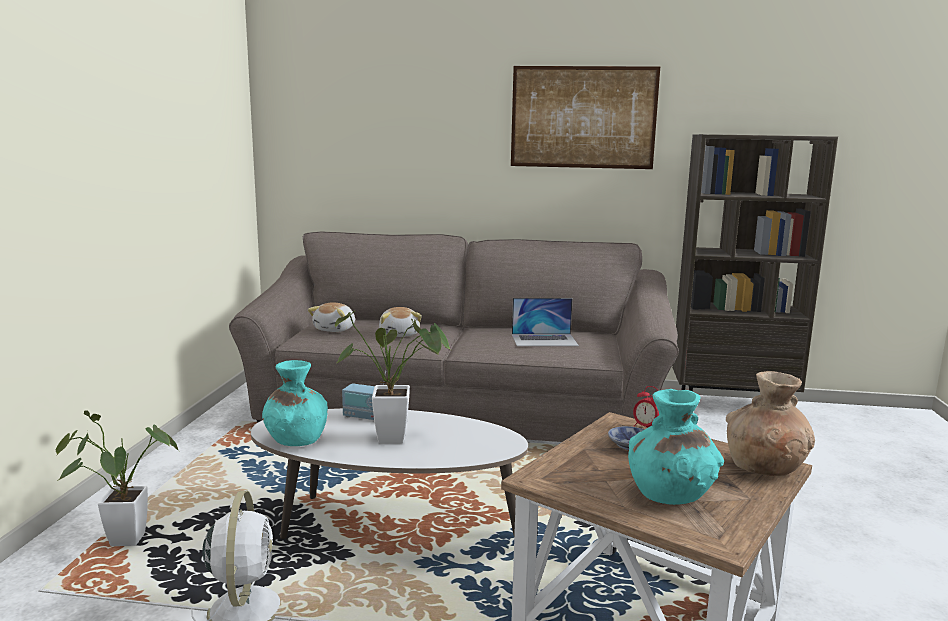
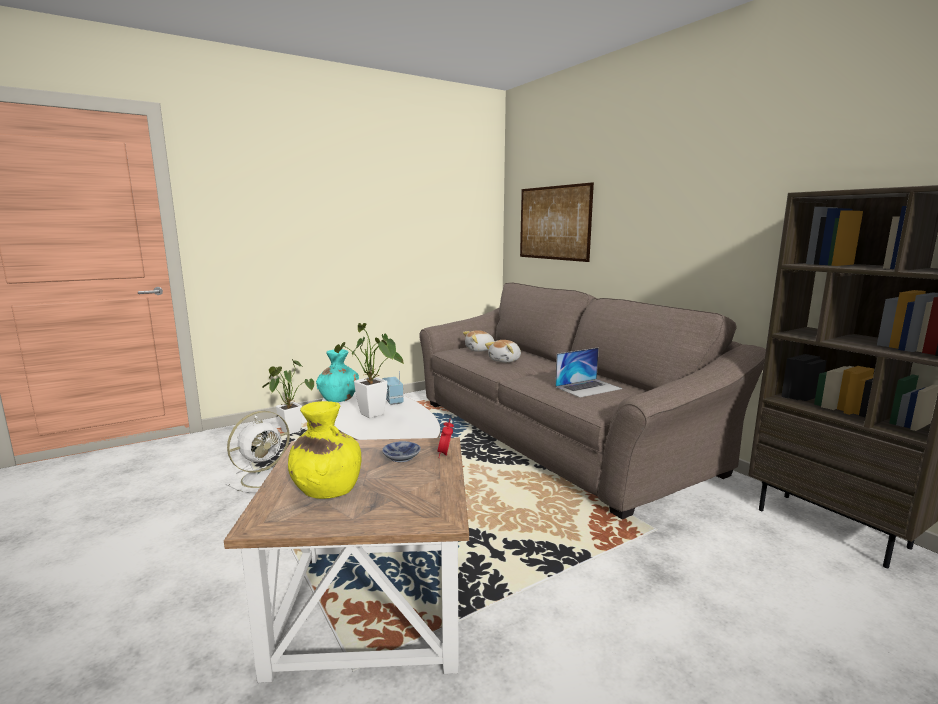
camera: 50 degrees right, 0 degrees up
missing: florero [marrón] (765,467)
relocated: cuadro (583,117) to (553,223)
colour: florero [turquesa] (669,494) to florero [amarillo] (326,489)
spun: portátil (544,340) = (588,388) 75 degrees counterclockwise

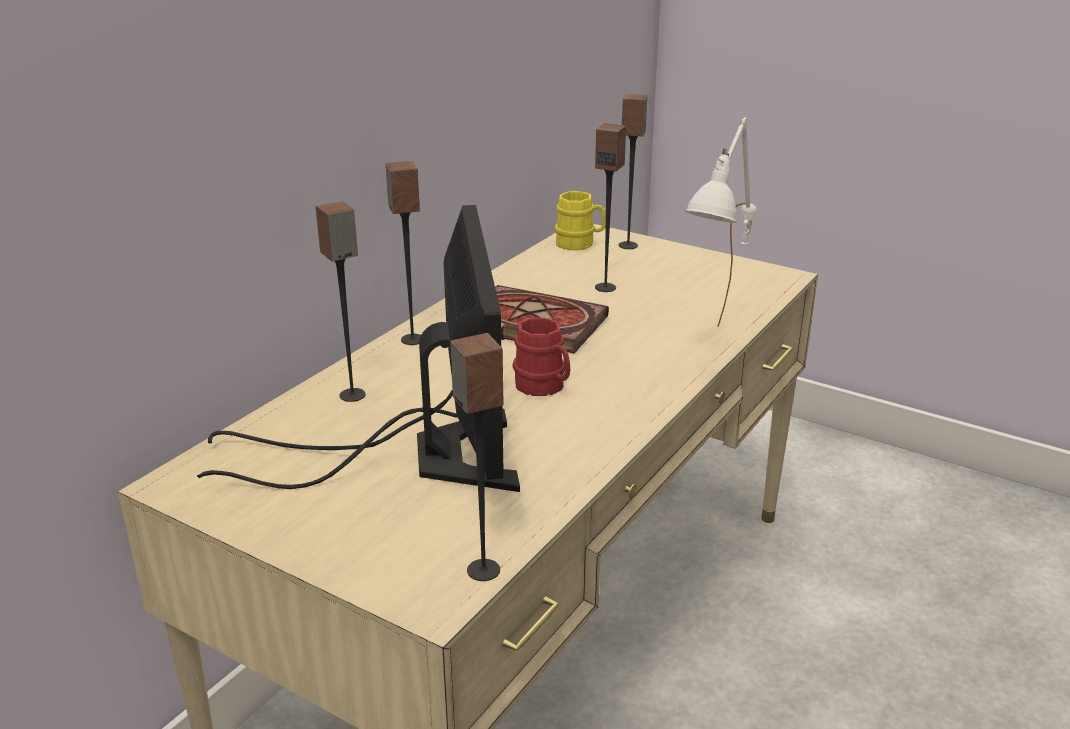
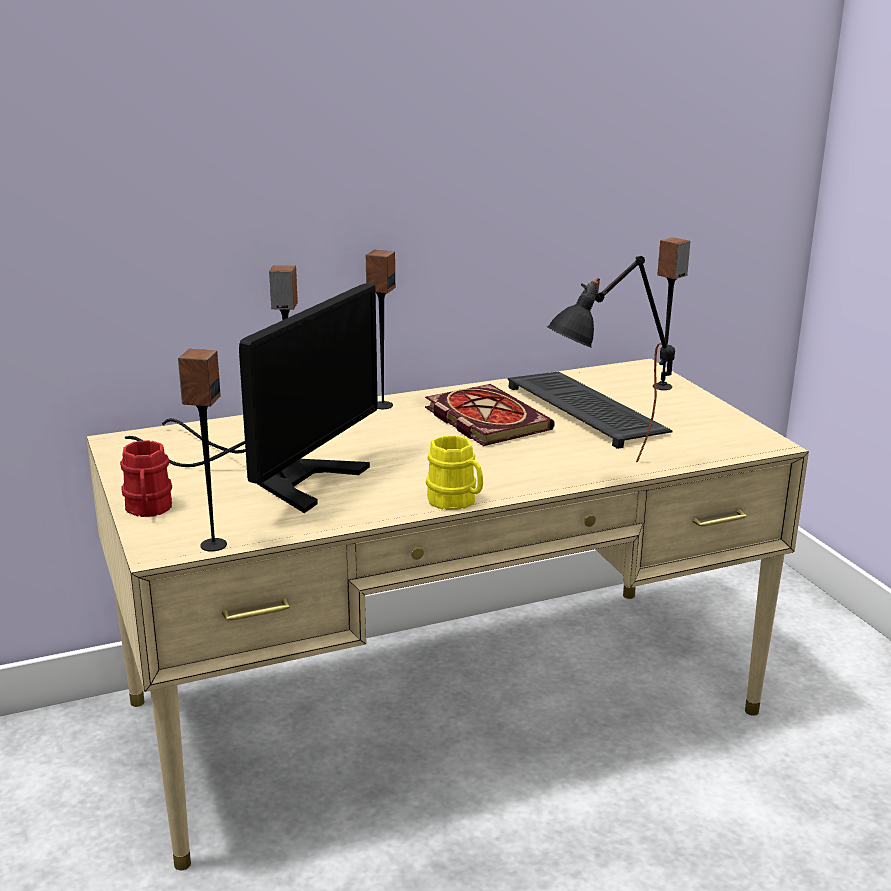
camera: 35 degrees right, 5 degrees down
relocated: taza grande [rojo] (544,387) to (148,509); taza grande [amarillo] (580,243) to (456,502)
exchanged: altavoz (605,287) to teclado (588,411)
colour: lámpara de mesa [blanco] (717,350) to lámpara de mesa [negro] (605,477)

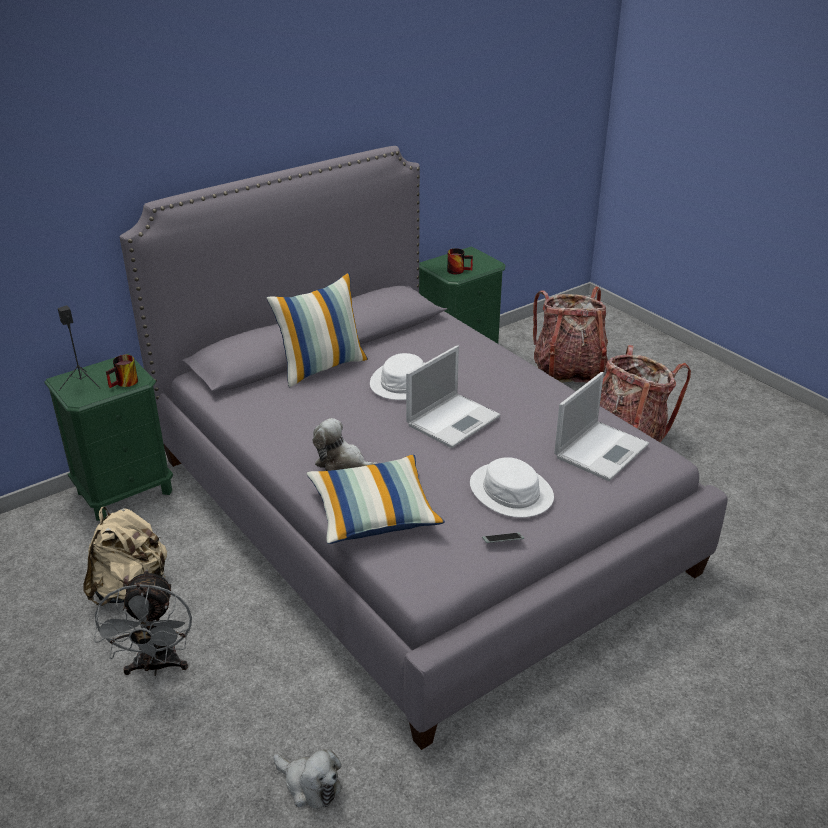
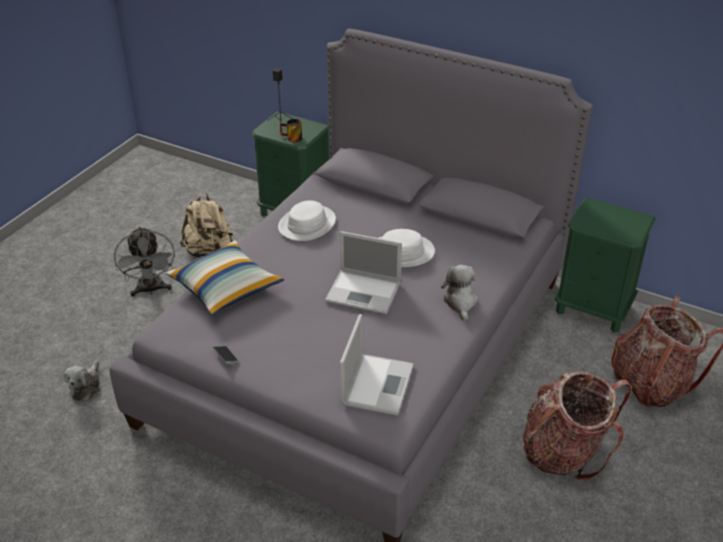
camera: 65 degrees right, 5 degrees up
missing: cojín (322,366); taza grande (458,270)
relocated: peluche (342,463) to (460,302); sombrero [blanco] (511,491) to (307,224)
spun: ventilador [gris] (156,666) = (151,290) 75 degrees counterclockwise; portátil (602,450) = (377,383) 90 degrees counterclockwise

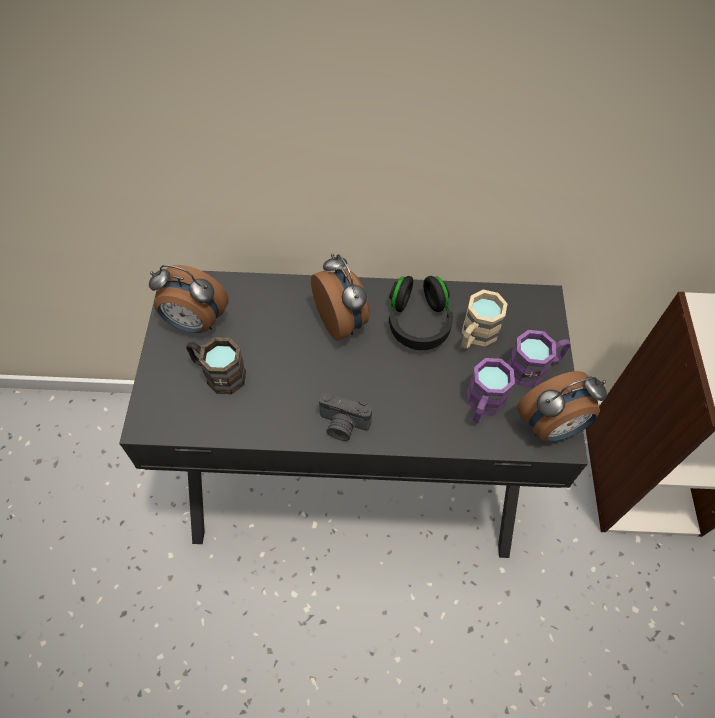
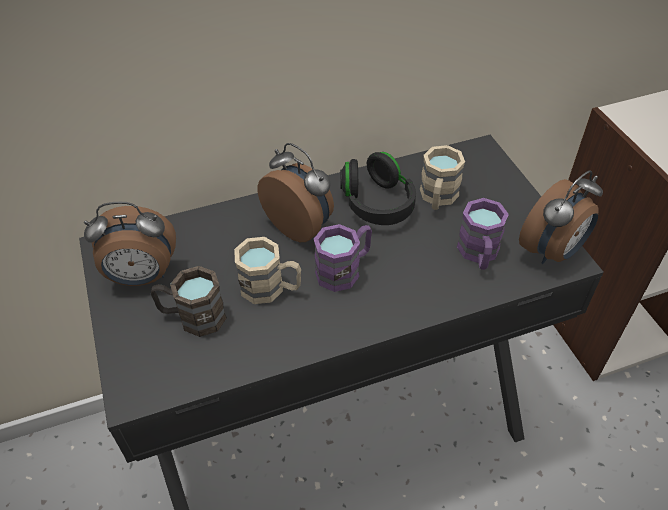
camera: 20 degrees left, 10 degrees down
missing: cámara (343,425)
appeared: taza grande [beis] (271,288)
relocated: taza grande [morado] (534,368) to (345,269)

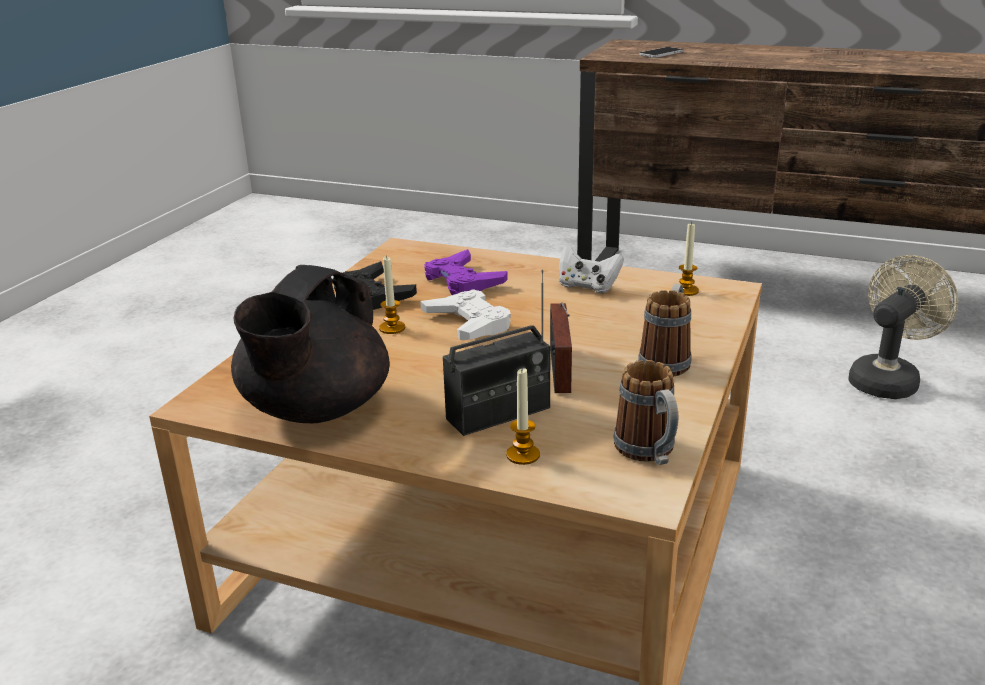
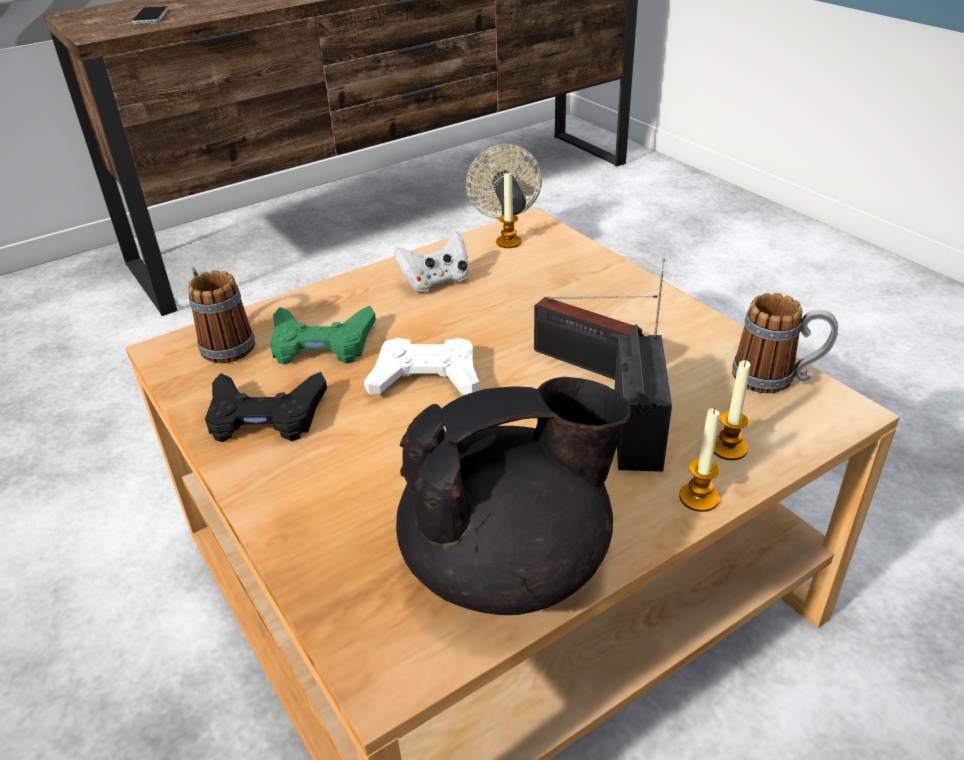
camera: 55 degrees left, 10 degrees up
relocated: vela (392,328) to (698,498); taza grande (667,360) to (223,342)
colour: mando de consola [morado] (462,281) to mando de consola [verde] (321,343)
spun: tetera [negro] (315,410) = (509,563) 75 degrees counterclockwise

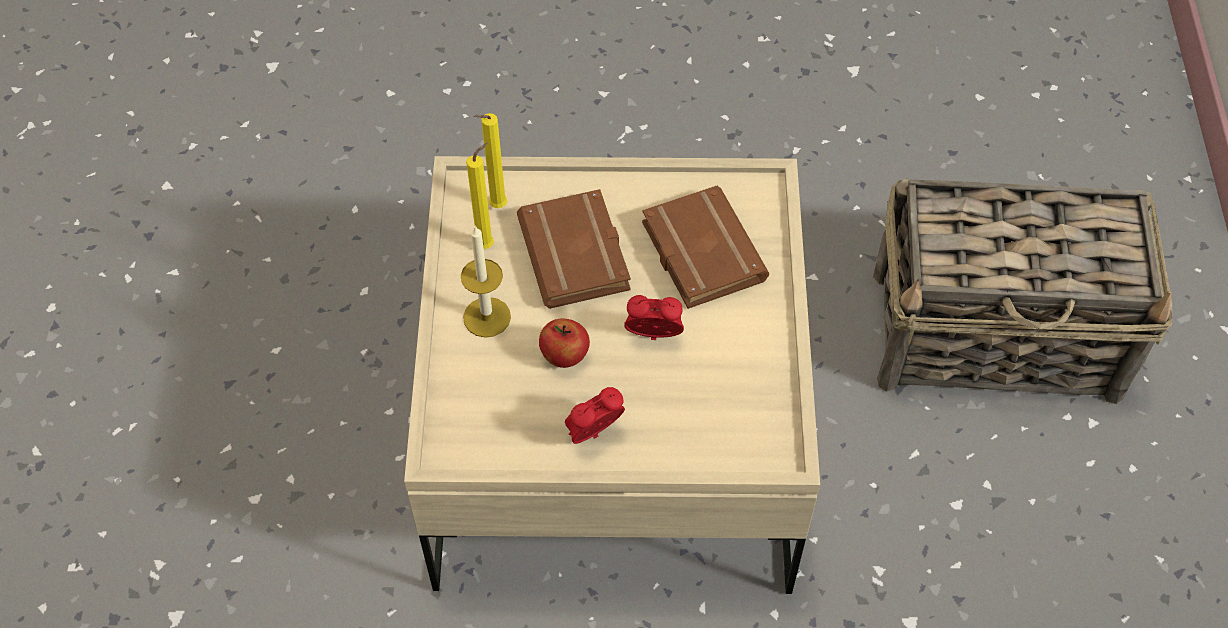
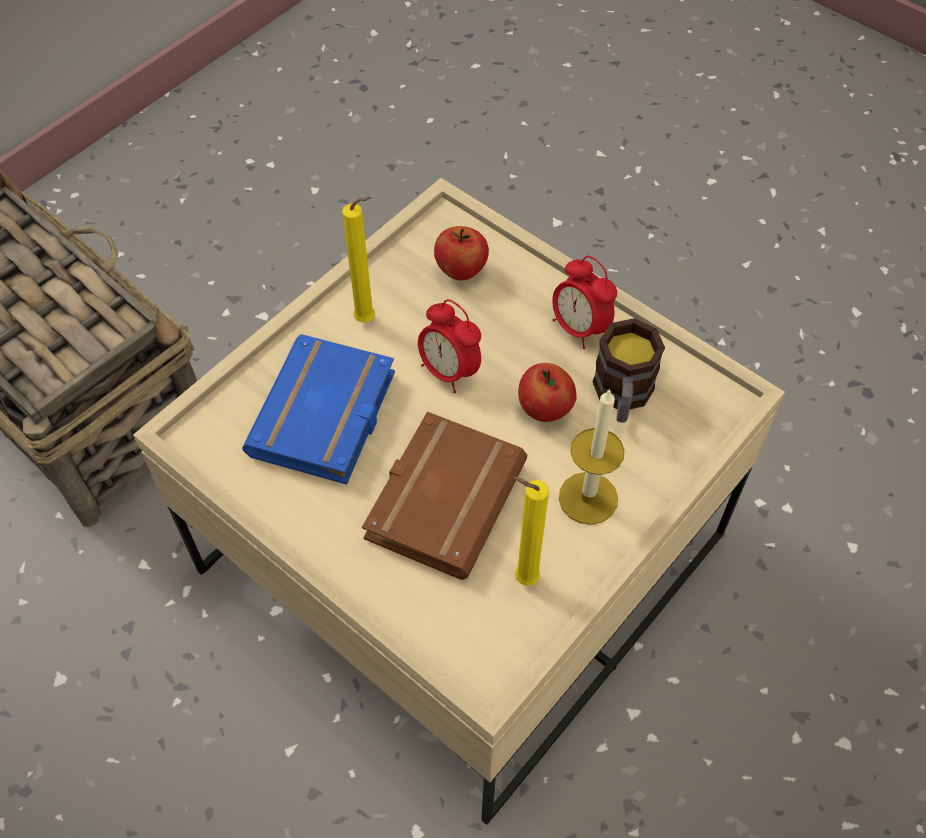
camera: 140 degrees left, 0 degrees up
appeared: manzana (461,270); taza grande (622,397)
relocated: vela [amarillo] (495,207) to (368,320)
colour: libro [marrón] (698,251) to libro [azul] (326,418)
spun: despertador (594,434) = (579,328) 45 degrees clockwise

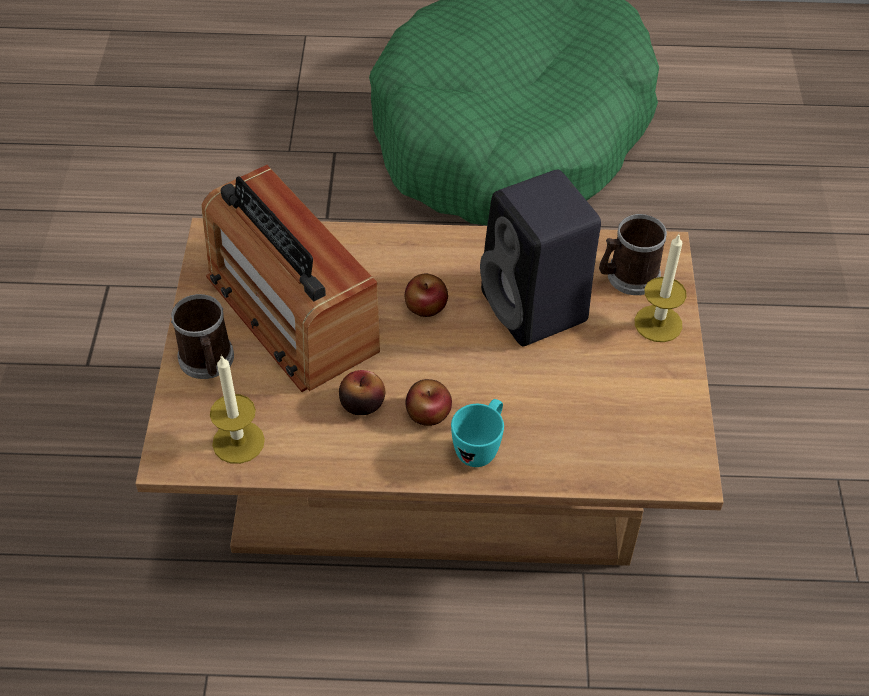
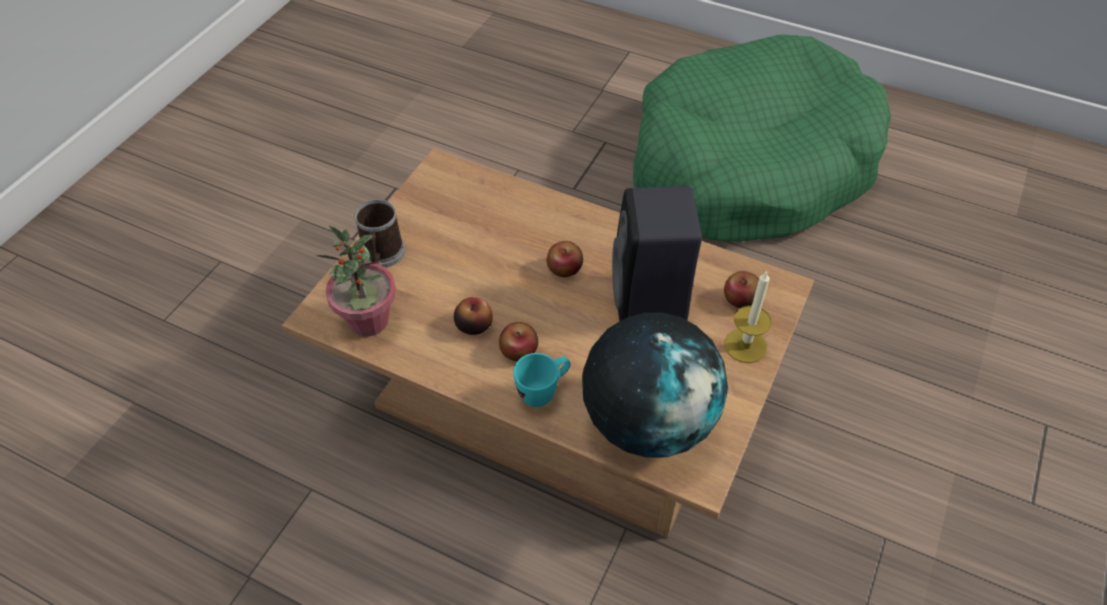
camera: 25 degrees right, 0 degrees up
missing: radio (291,312)
appeared: globo terráqueo (648,421)
exchanged: vela (238,442) to planta en maceta (369,321); taza grande (627,277) to manzana (740,299)

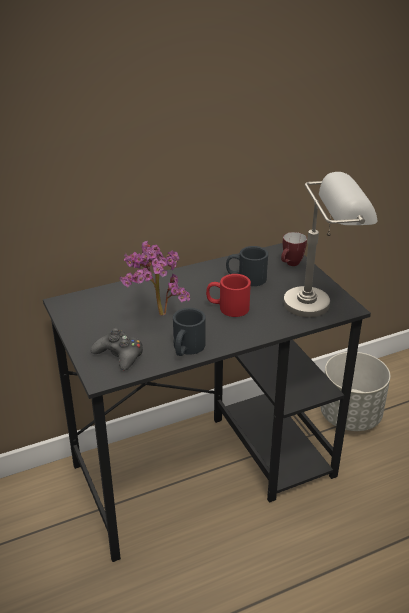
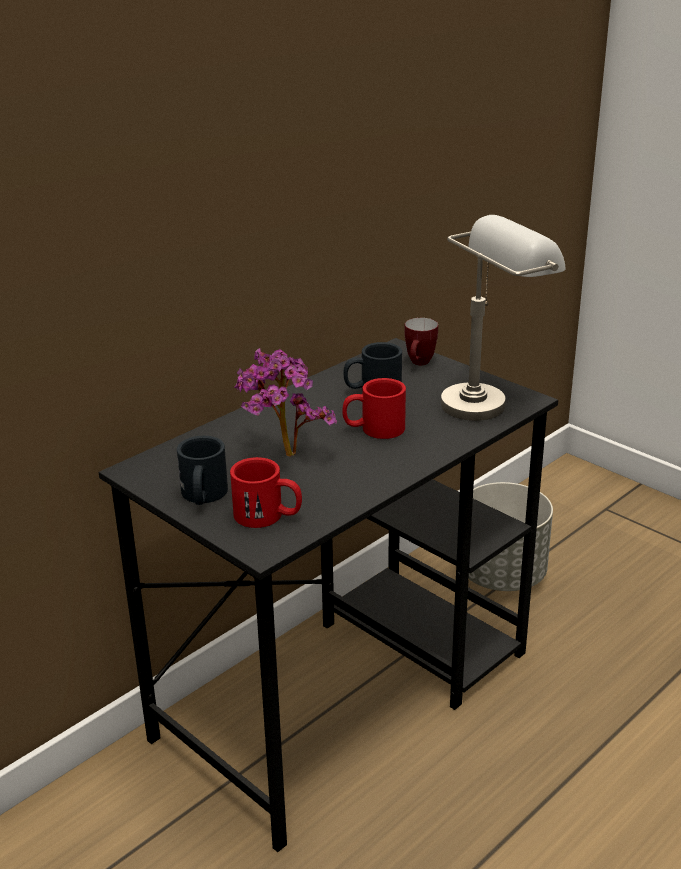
camera: 20 degrees left, 5 degrees down
relocated: taza grande [negro] (186,349) to (203,496)
exchanged: mando de consola [negro] (119,355) to taza grande [rojo] (268,516)

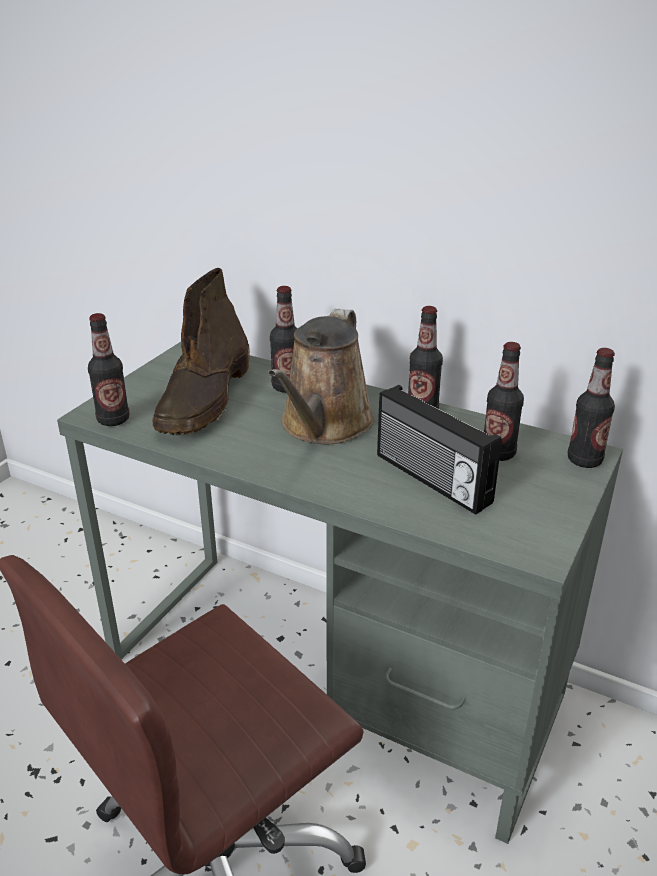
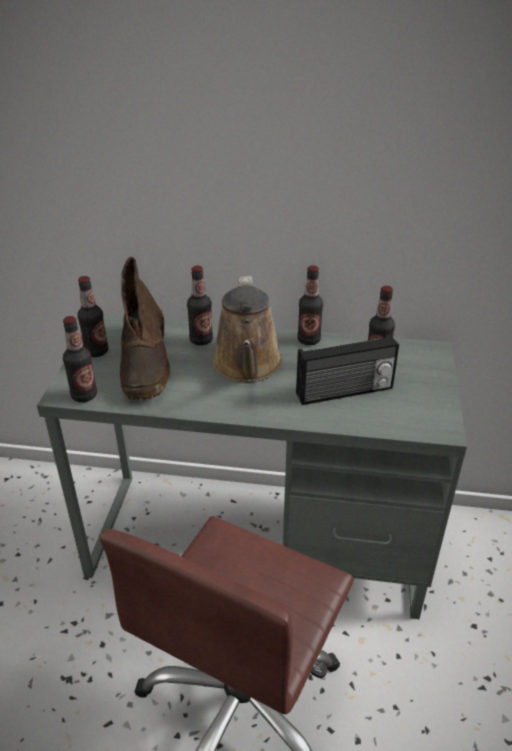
camera: 20 degrees left, 5 degrees up
relocated: botella (584,460) to (96,352)
spun: radio (430,479) = (345,392) 45 degrees counterclockwise

